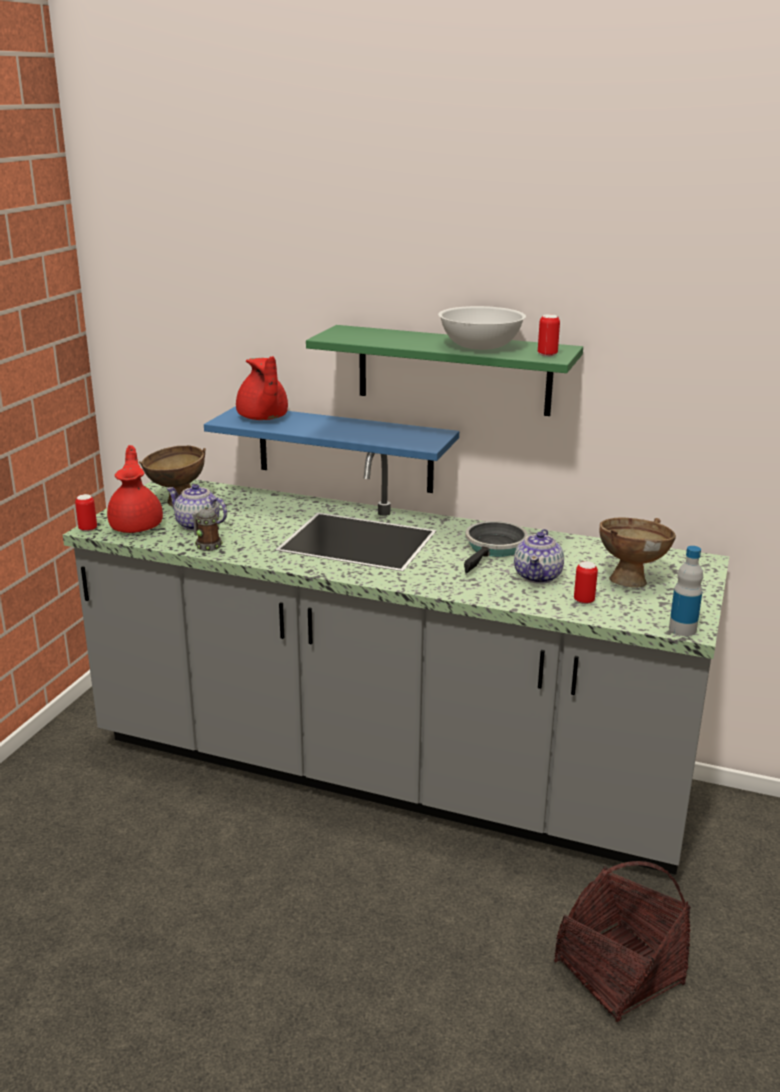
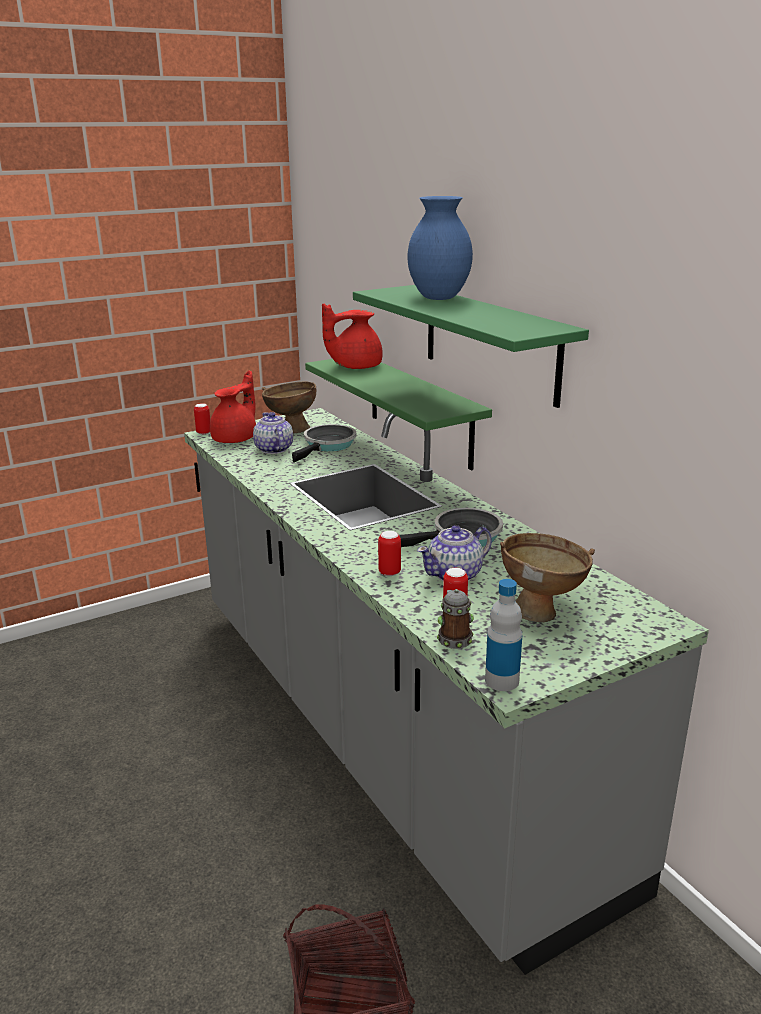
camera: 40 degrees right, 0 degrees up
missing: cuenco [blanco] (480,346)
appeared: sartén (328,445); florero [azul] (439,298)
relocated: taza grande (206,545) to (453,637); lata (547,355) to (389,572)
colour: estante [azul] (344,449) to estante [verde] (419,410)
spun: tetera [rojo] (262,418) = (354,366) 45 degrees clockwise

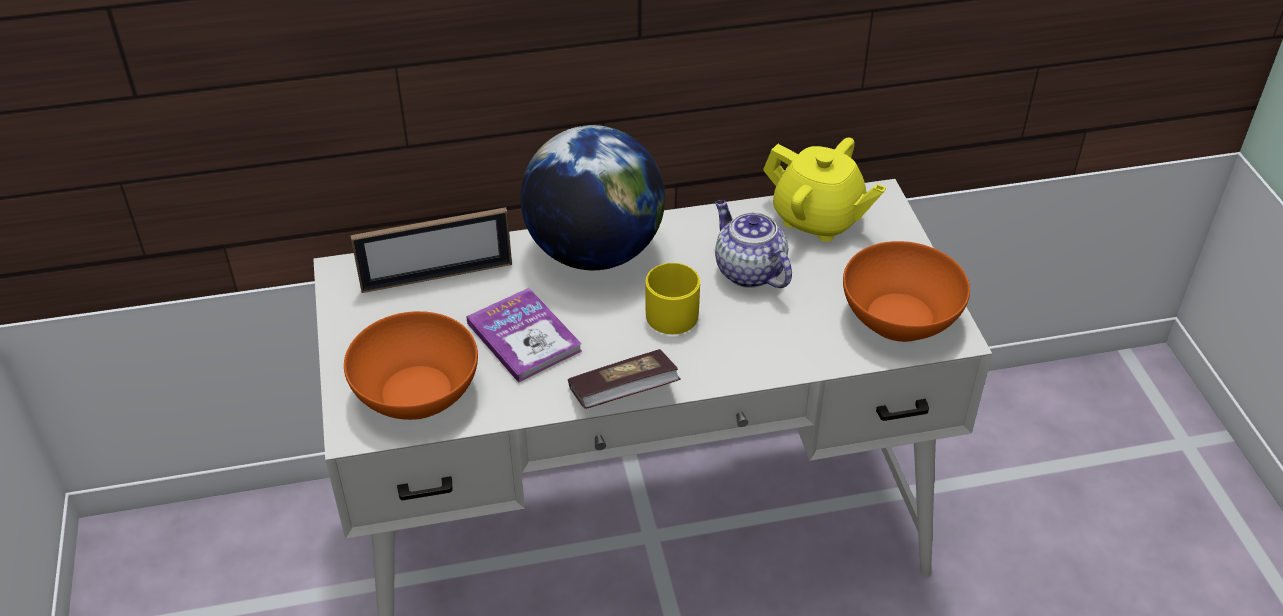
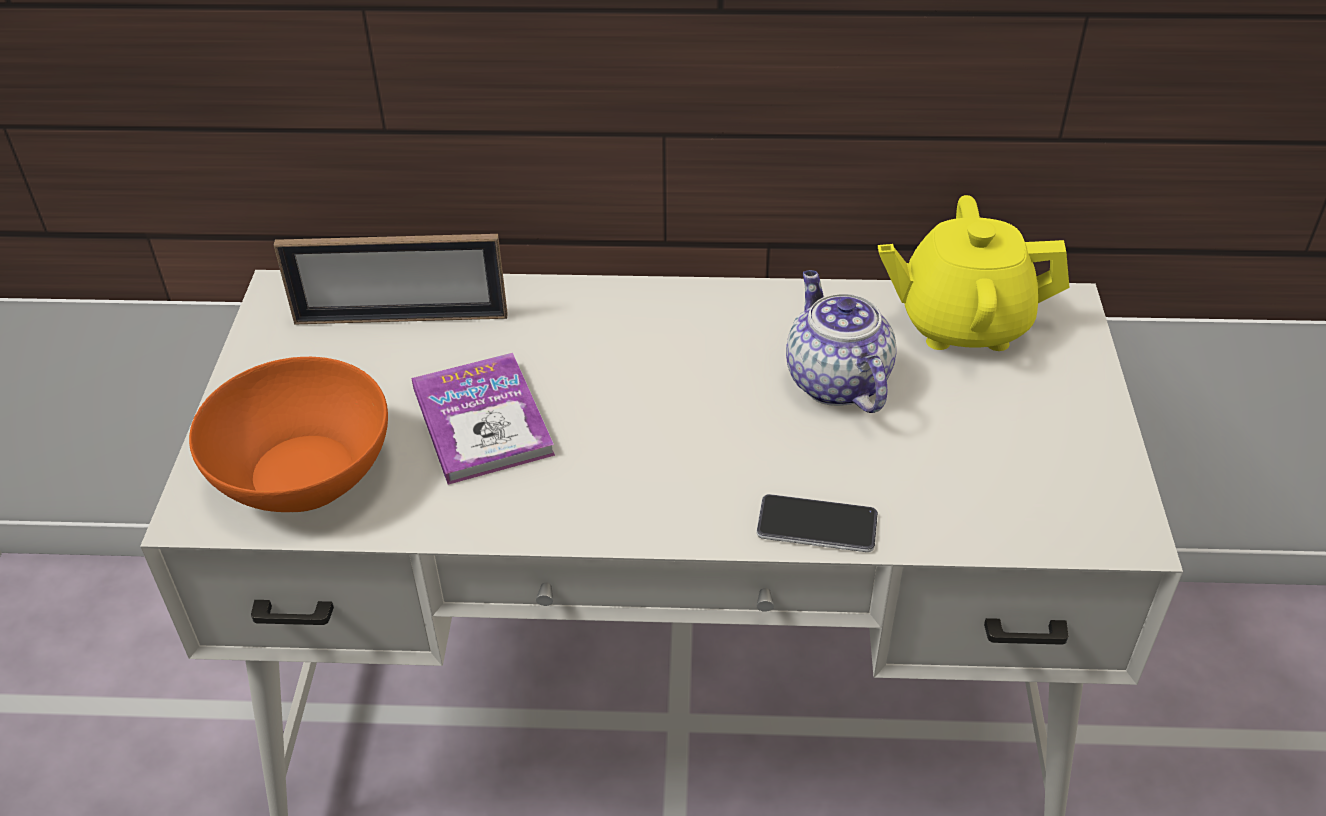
camera: 15 degrees right, 0 degrees up
missing: globo terráqueo (594,252); libro (623,394); taza grande [amarillo] (670,310); cuenco [naranja] (899,318)
appeared: móvil (817,525)
spun: tetera [amarillo] (818,219) = (962,323) 135 degrees clockwise

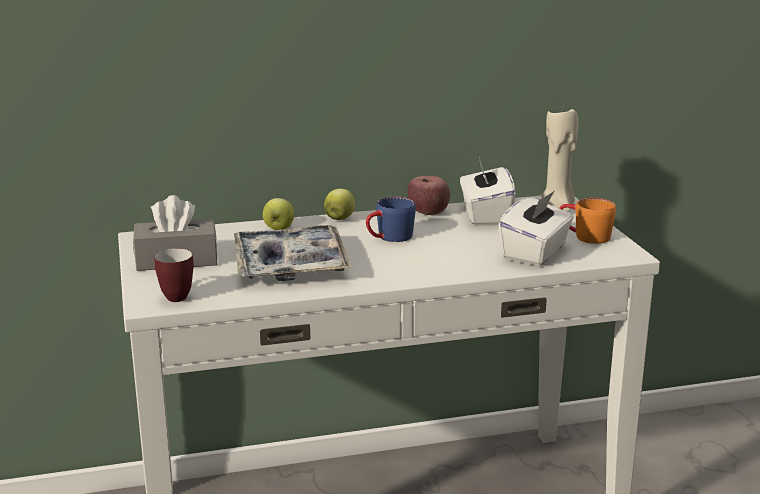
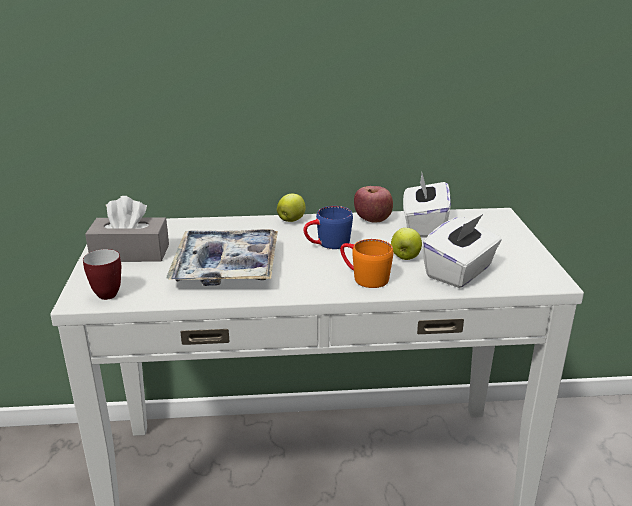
camera: 10 degrees right, 5 degrees up
missing: vela [beis] (557,207)
relocated: manzana (279,229) to (405,257); taza grande [naranja] (584,236) to (363,277)

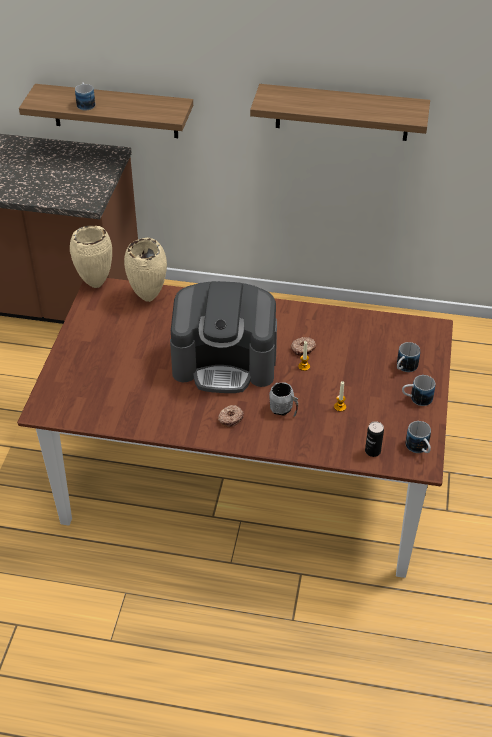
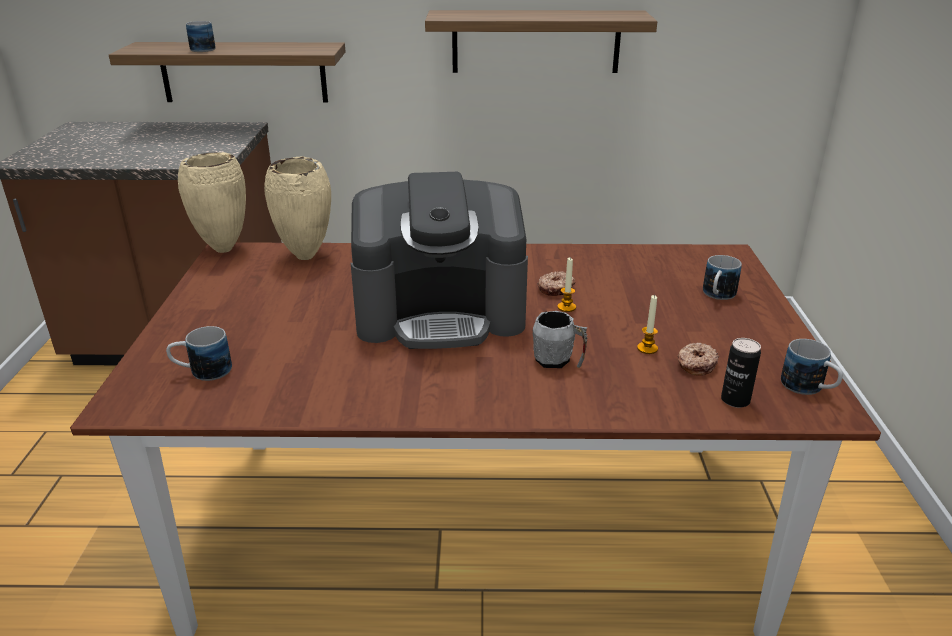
camera: 10 degrees left, 15 degrees down
relocated: rosquilla (230,418) to (695,364); taza grande (416,398) to (202,372)

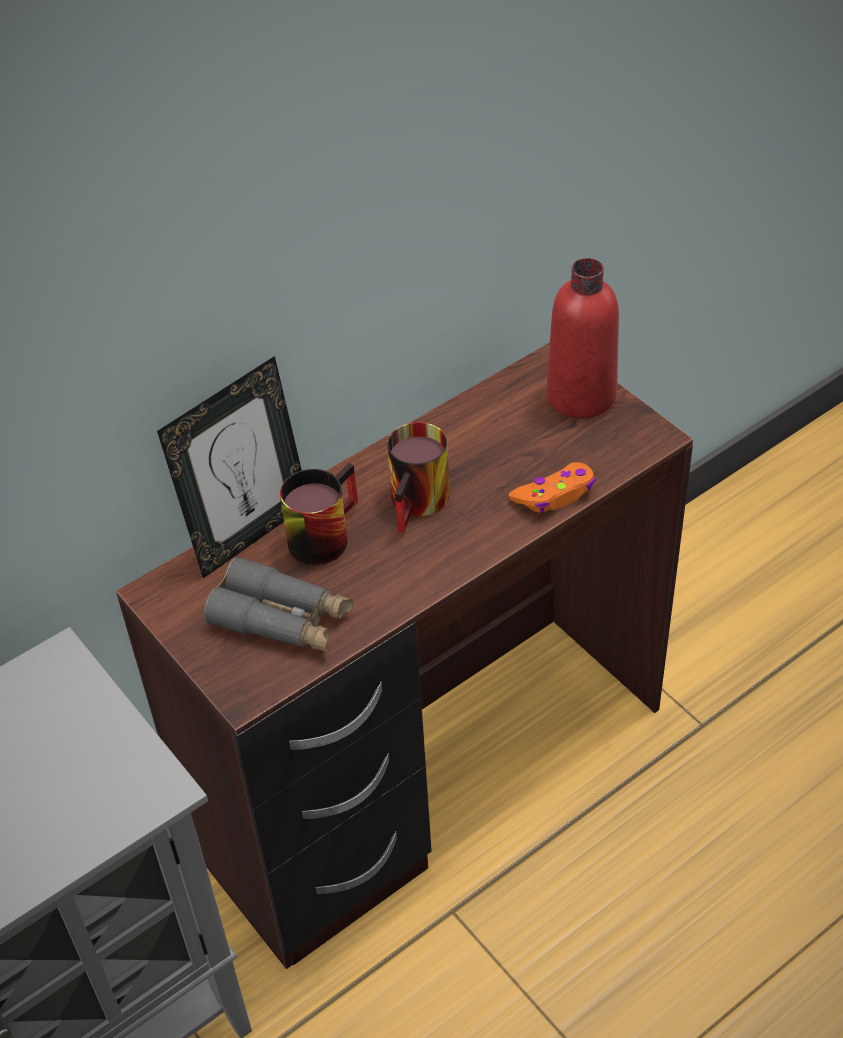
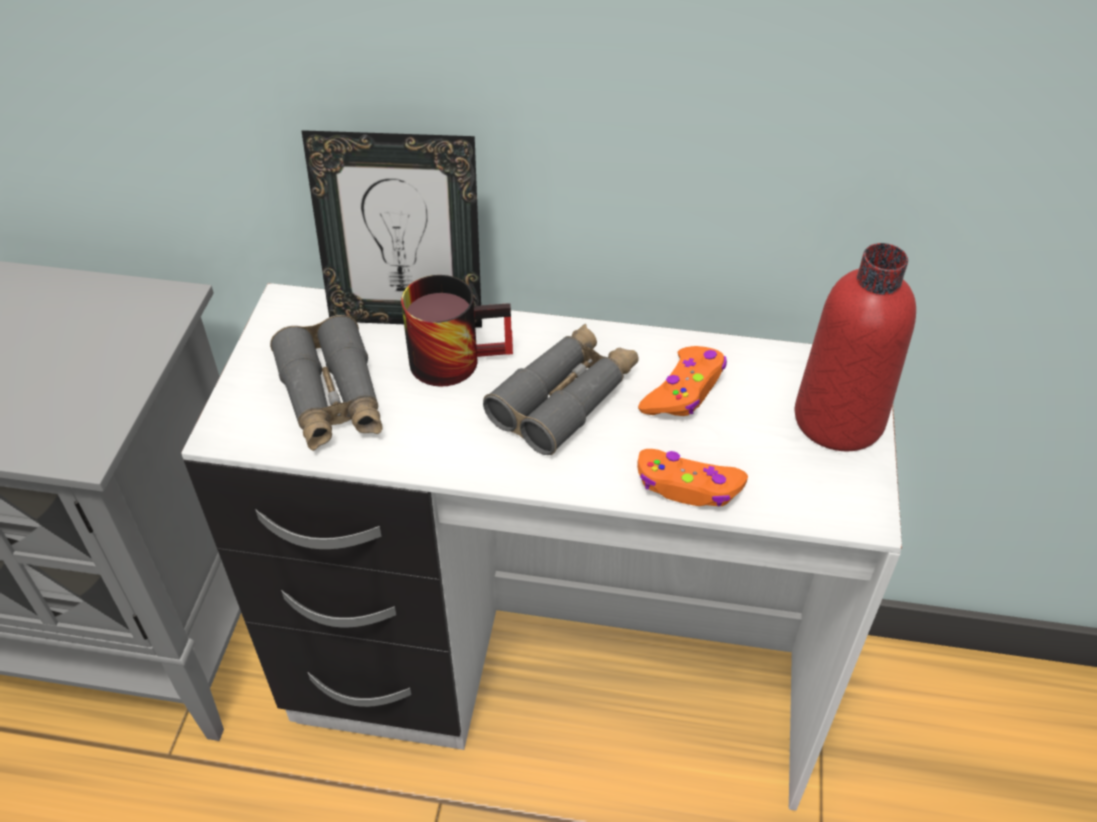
camera: 45 degrees right, 0 degrees up
appeared: mando de consola [naranja] (684,391)
exchanged: taza grande (422,503) to prismáticos [gris] (565,398)
colour: escritorio [marrón] (435,780) to escritorio [blanco] (550,688)

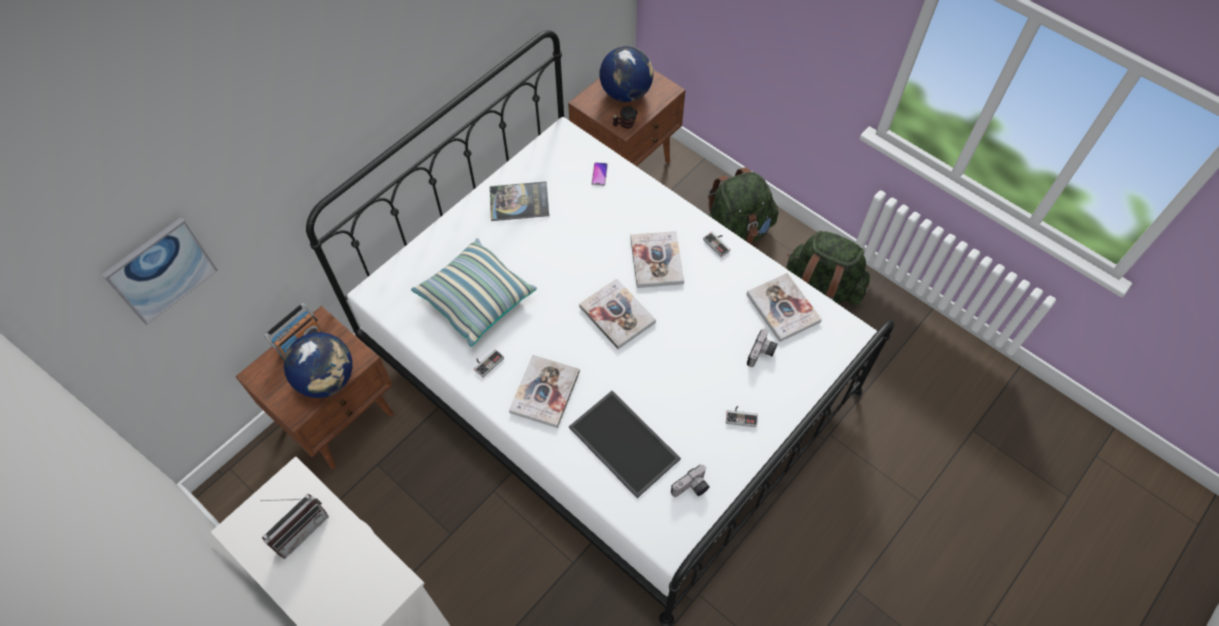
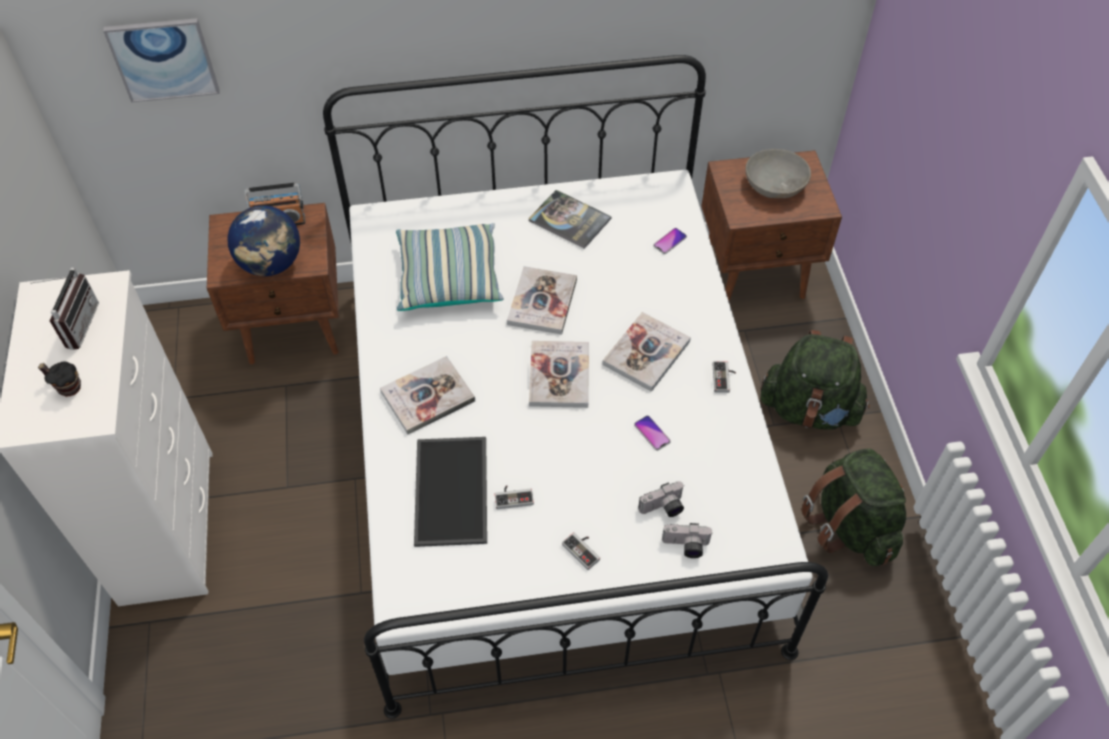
camera: 40 degrees right, 5 degrees down
appeared: móvil (652,433)
relocated: mando de consola (487,362) to (513,496); taza grande (624,125) to (66,387); cámara (691,488) to (685,546); libro (783,308) to (542,302)
exchanged: globo terráqueo (626,93) to cuenco [gris] (775,185)
spun: radio (299,528) = (76,324) 75 degrees counterclockwise

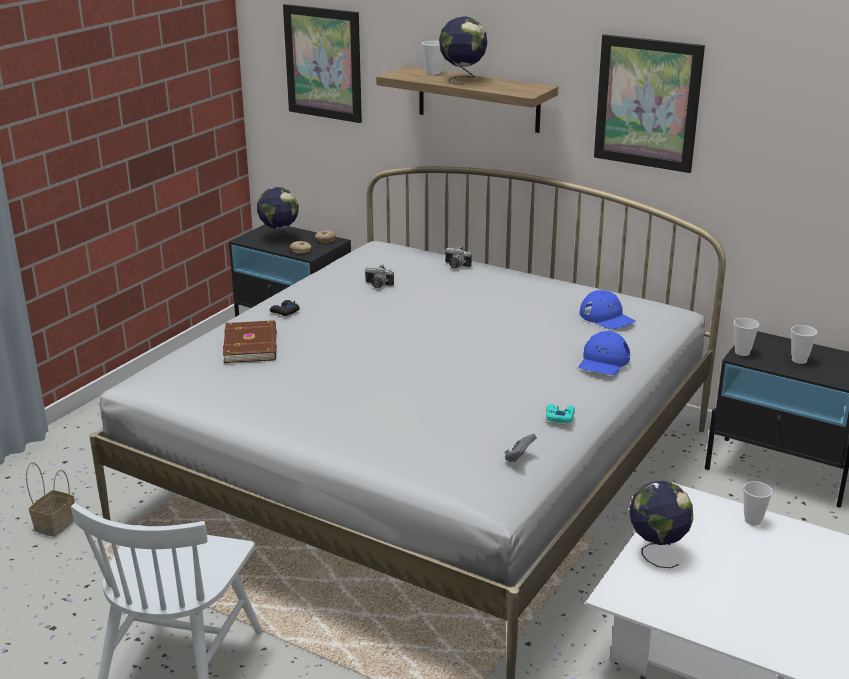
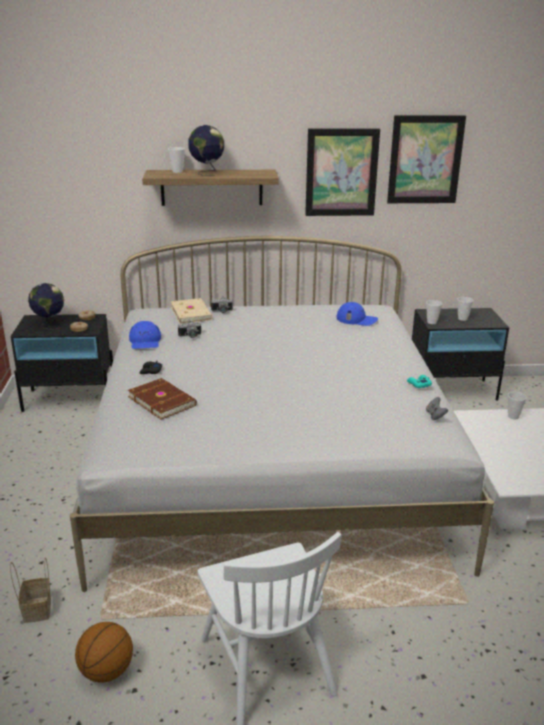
camera: 35 degrees left, 0 degrees up
missing: globo terráqueo (656,552)
appeared: balón de baloncesto (107,671); libro [beis] (192,313)
relocated: cuadro (323,63) to (425,160); gorra [azul] (603,361) to (145,341)

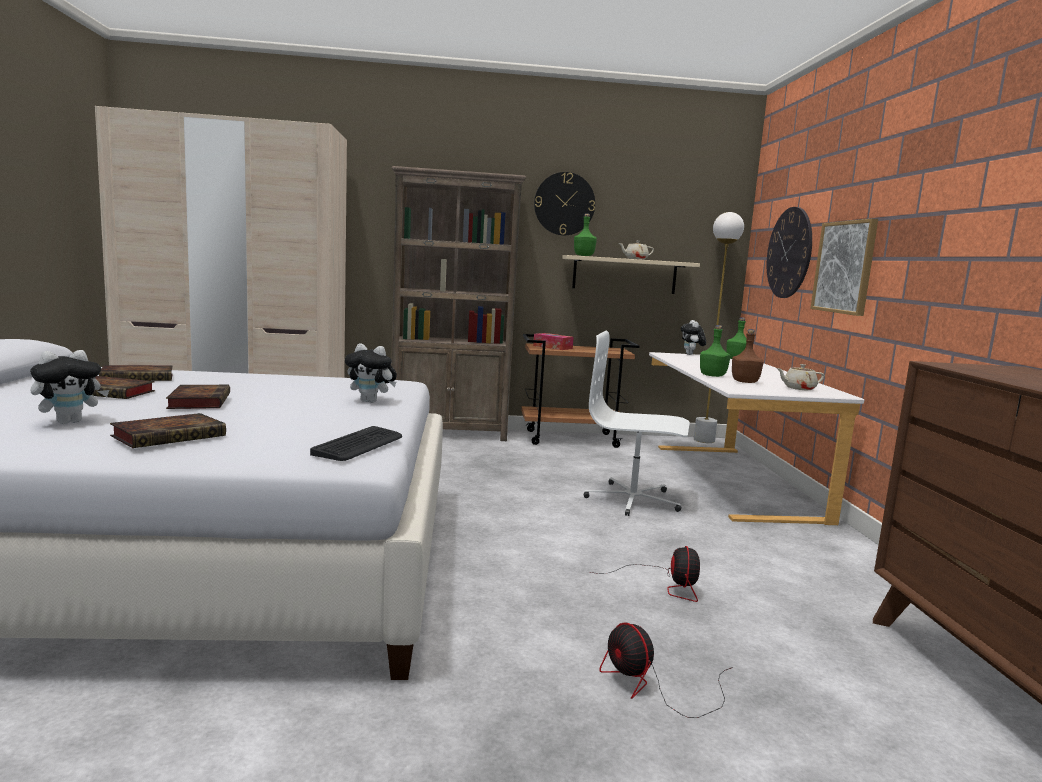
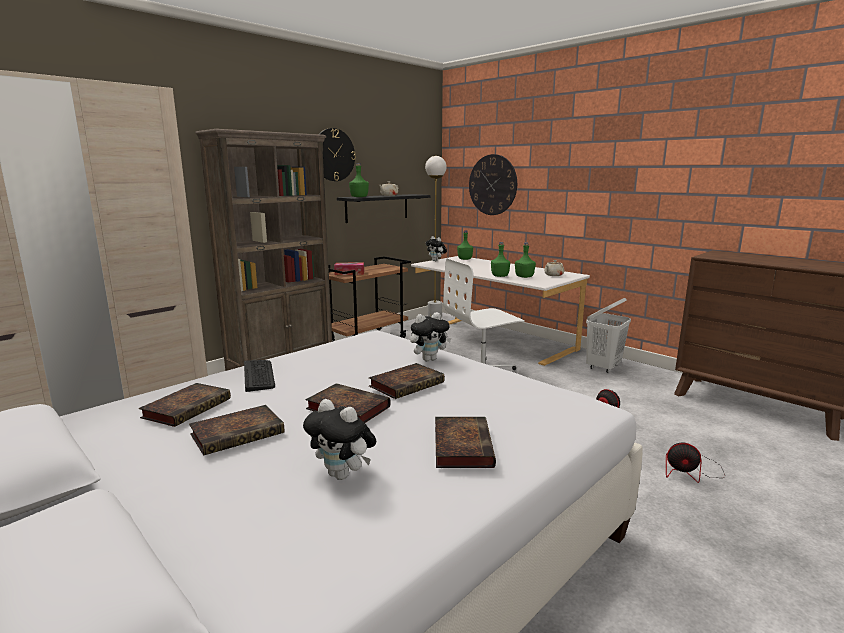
camera: 40 degrees left, 5 degrees up
missing: cuadro (844,267)
appeared: libro (407,384); cesto de la ropa [blanco] (603,367)
relocated: teclado (359,445) to (259,375)
colour: estante [beis] (624,275) to estante [negro] (377,208); botella [marrón] (745,382) to botella [verde] (524,277)
spun: peluche (70,422) = (343,475) 120 degrees clockwise

